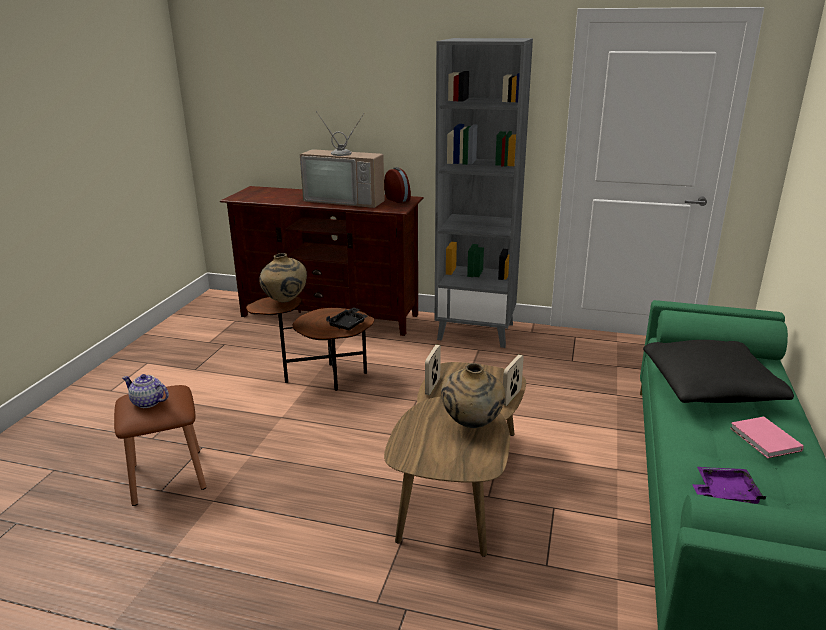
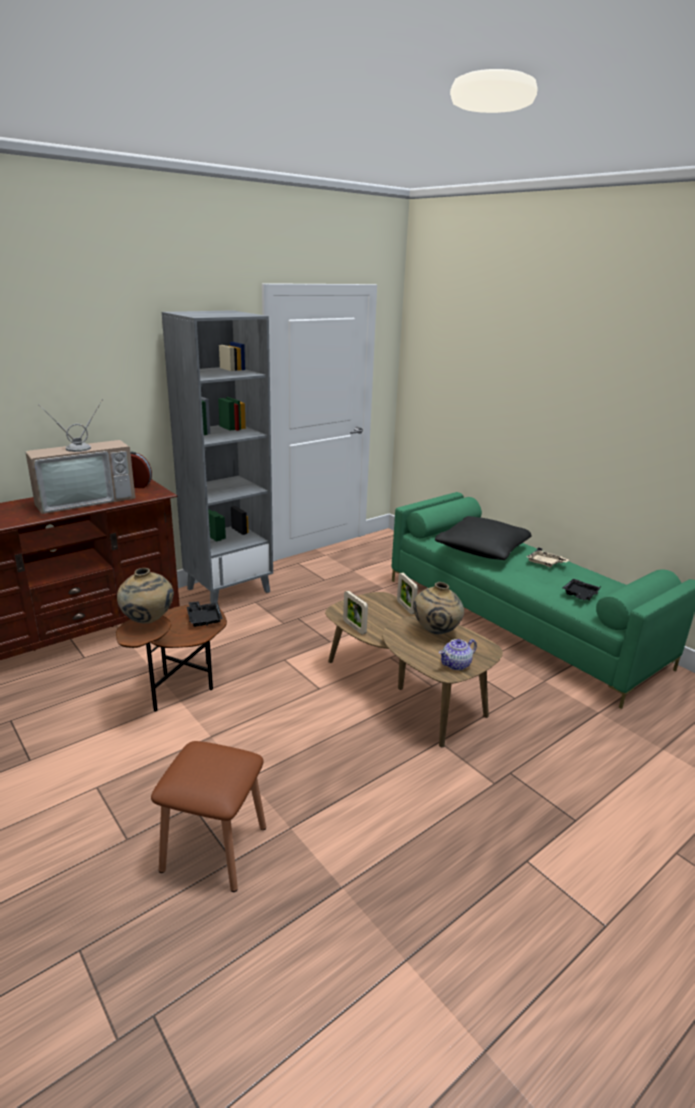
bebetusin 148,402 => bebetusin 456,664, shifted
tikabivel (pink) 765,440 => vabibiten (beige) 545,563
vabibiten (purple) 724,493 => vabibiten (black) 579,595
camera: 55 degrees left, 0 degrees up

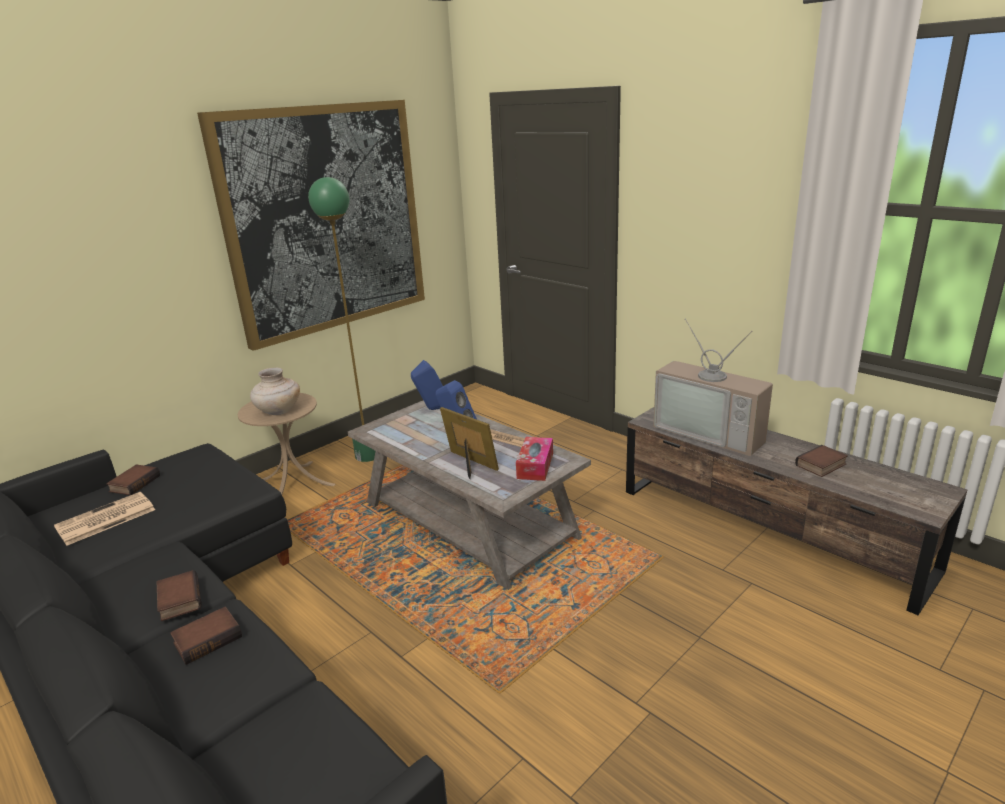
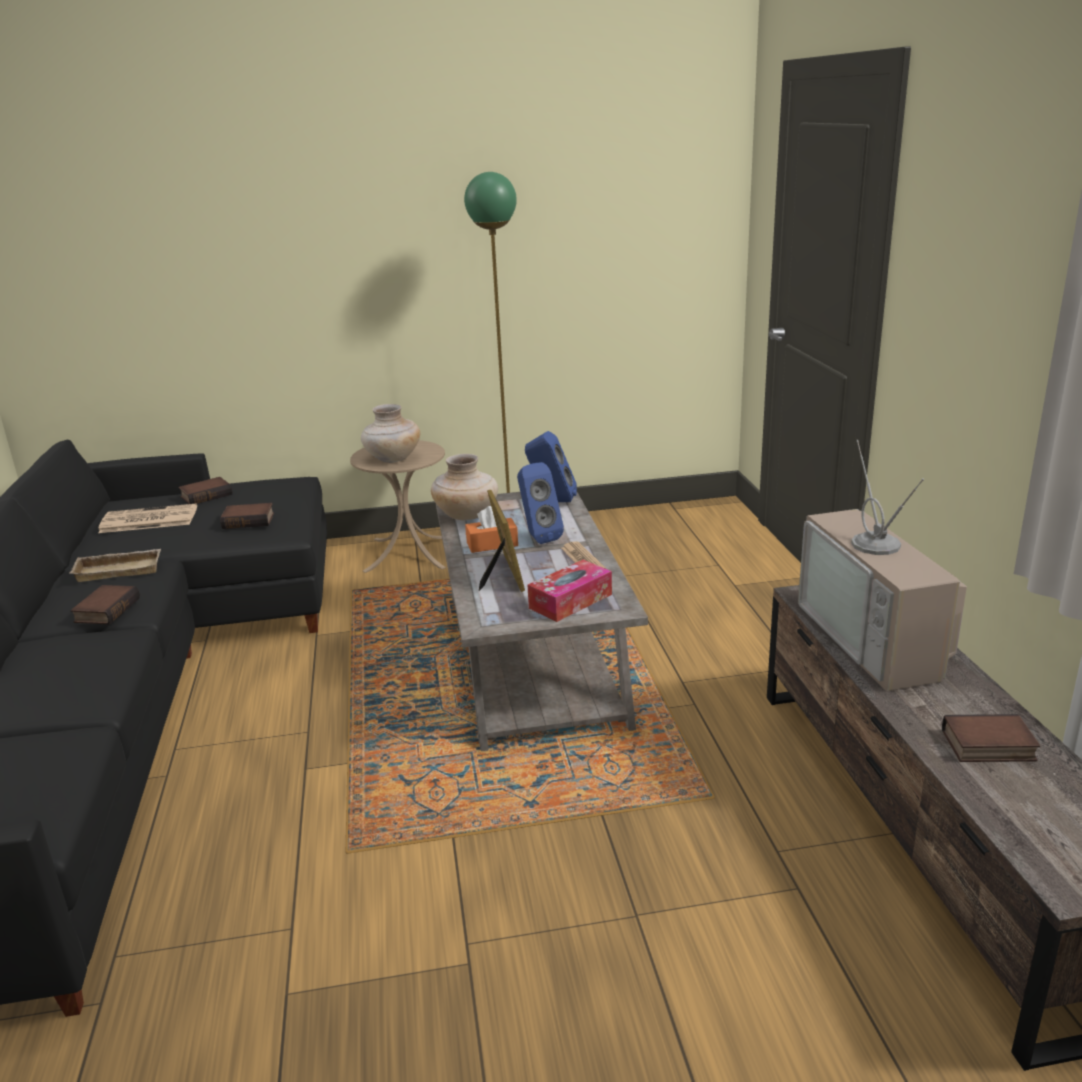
nothing => vabibiten (beige) 120,569
tikabivel 208,638 => tikabivel 249,520, shifted
nothing => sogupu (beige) 467,516
nothing => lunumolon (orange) 492,544
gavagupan 325,220 => nothing
camera: 35 degrees right, 0 degrees up

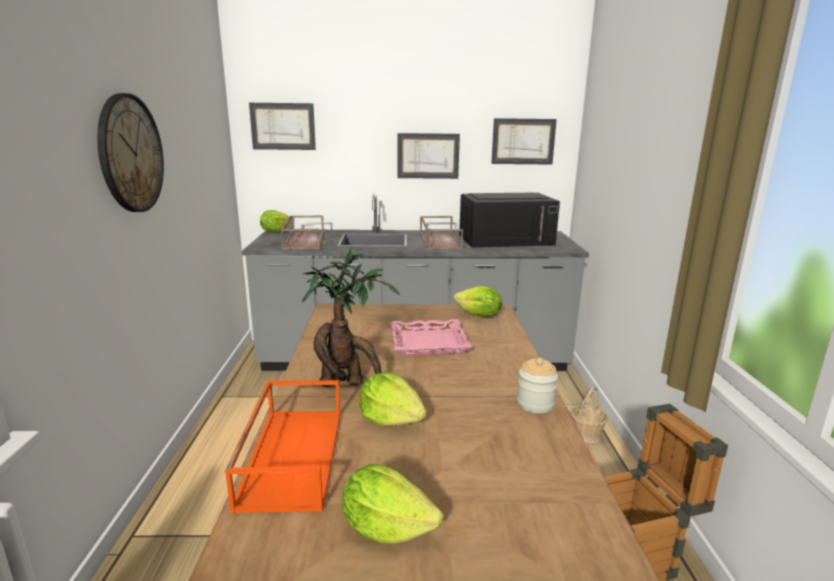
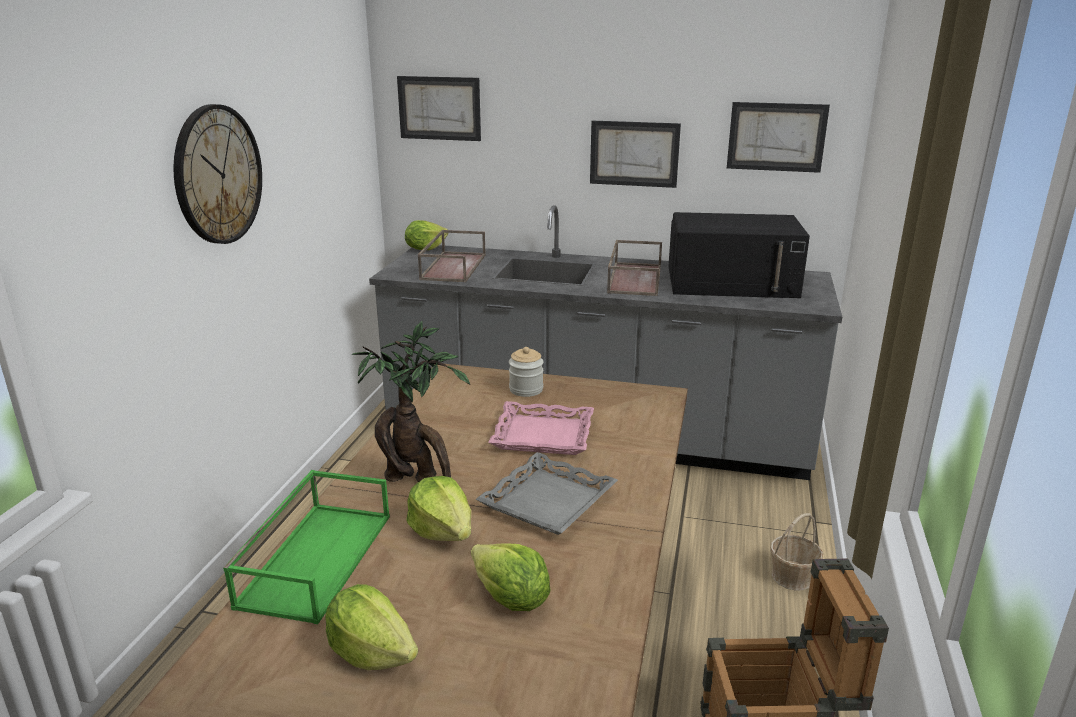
vabibiten (orange) 291,455 => vabibiten (green) 315,558
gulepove 479,316 => gulepove 510,600, shifted
nothing => vabibiten (grey) 548,502
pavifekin 535,404 => pavifekin 526,389, shifted
camera: 15 degrees right, 5 degrees up

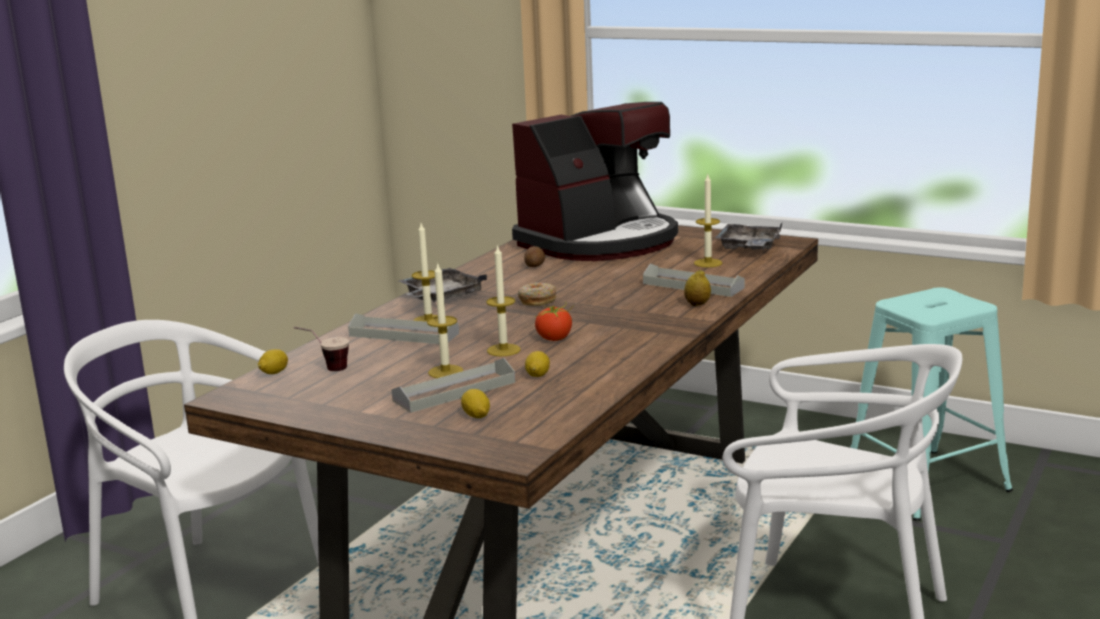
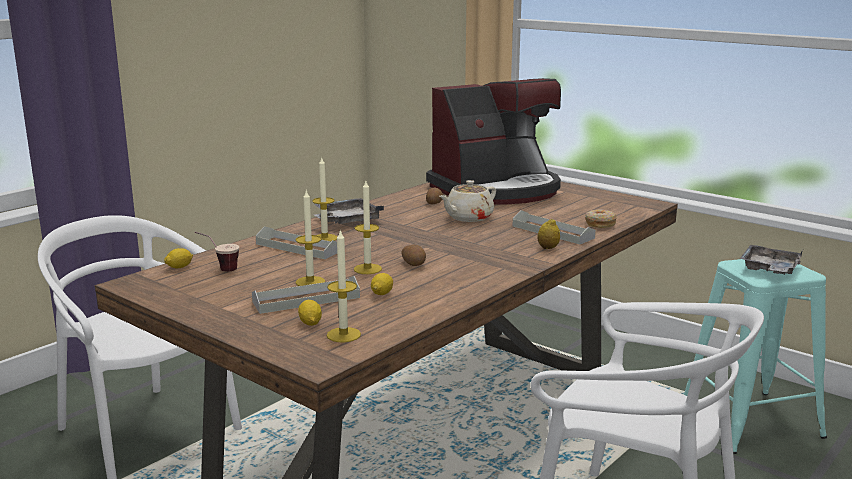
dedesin 708,263 => dedesin 343,335, shifted
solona 554,338 => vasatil 414,264
nothing => bebetusin (beige) 468,218
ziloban 537,300 => ziloban 600,224, shifted
vabibiten (grey) 749,248 => vabibiten (grey) 769,269, shifted
camera: 10 degrees right, 0 degrees up

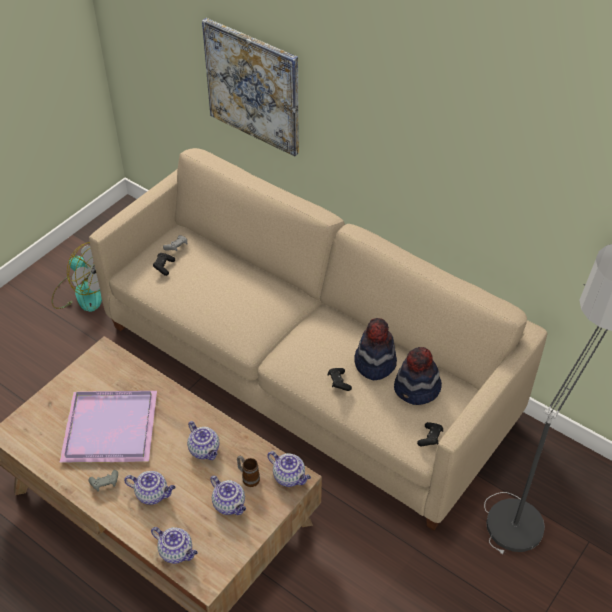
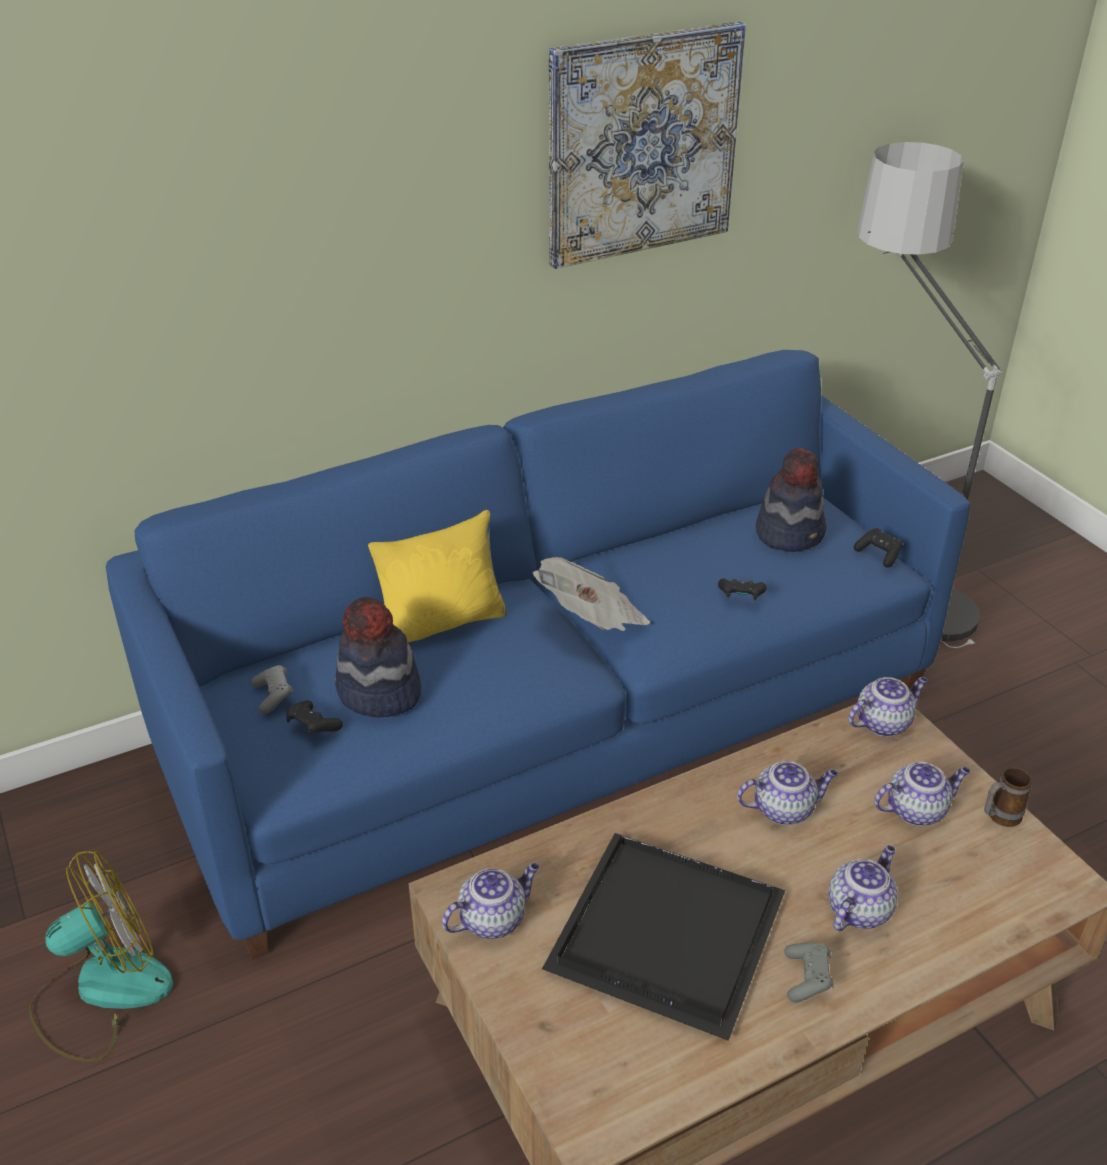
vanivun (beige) 307,372 => vanivun (blue) 554,721
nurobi 374,363 => nurobi 379,692, shifted
nothing => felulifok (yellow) 444,621
bebetusin 177,552 => bebetusin 493,919, shifted
nothing => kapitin 592,619
vabibiten (purple) 108,426 => vabibiten (black) 661,936
gavagupan 253,86 => gavagupan 642,145, shifted
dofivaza 248,478 => dofivaza 998,818, shifted
camera: 65 degrees left, 10 degrees down

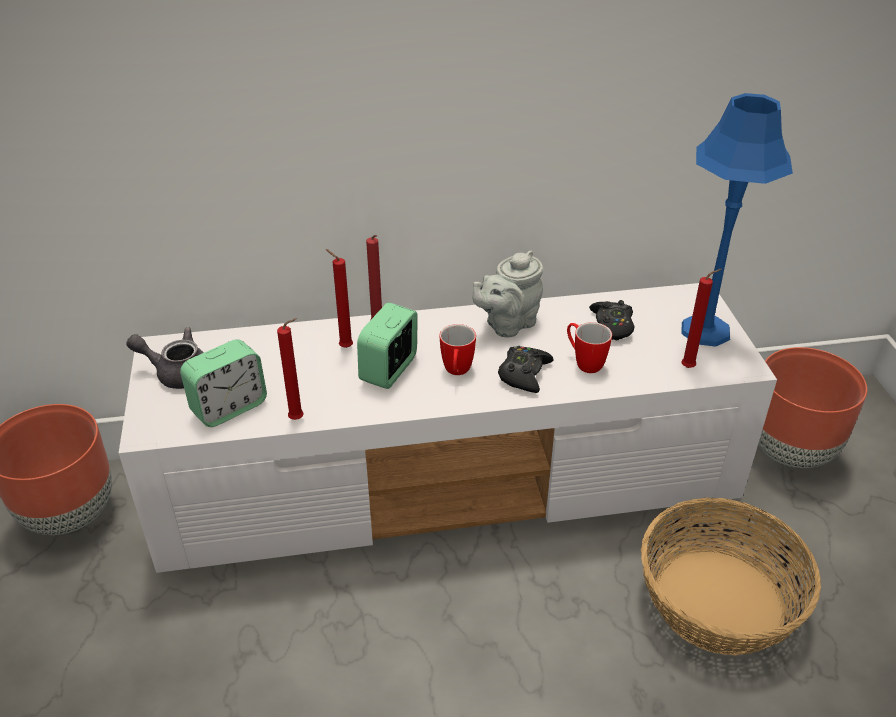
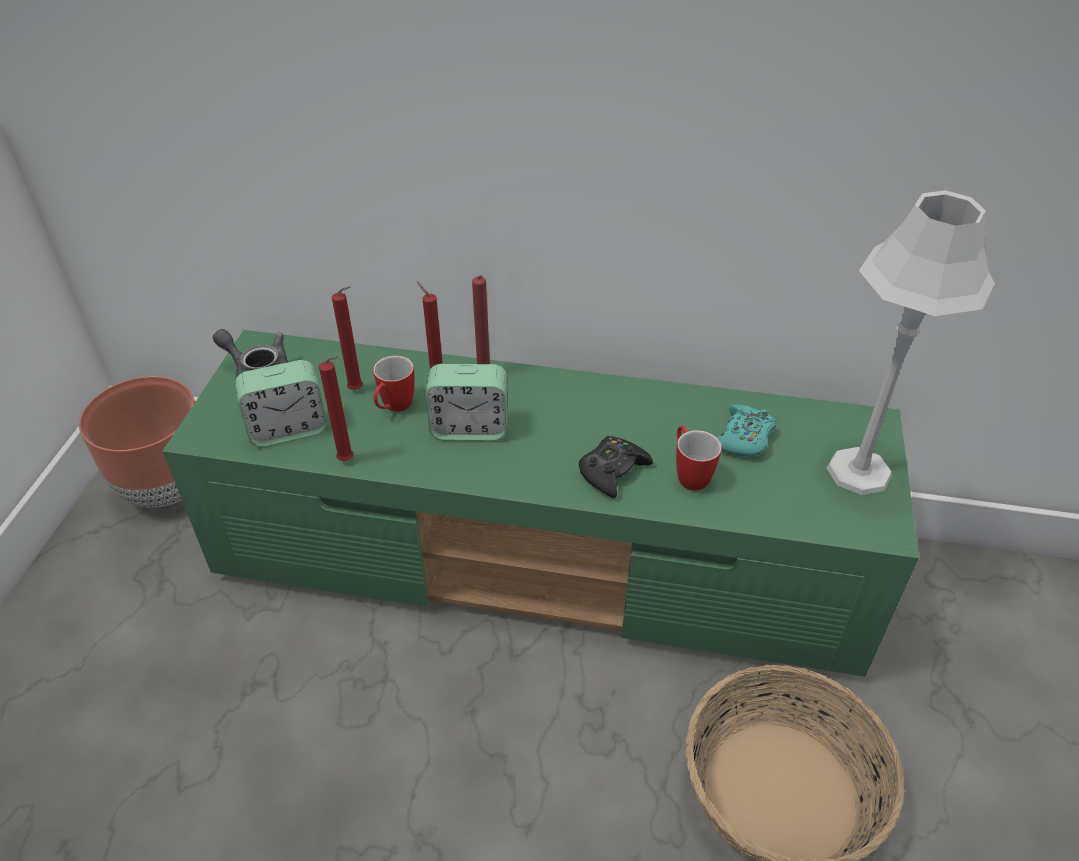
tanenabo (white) 451,481 => tanenabo (green) 543,558
dedesin (red) 690,367 => dedesin (red) 358,390, shifted
dofivaza 456,373 => dofivaza 394,408, shifted
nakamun 389,370 => nakamun 469,428, 135 degrees counterclockwise
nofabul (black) 610,327 => nofabul (turquoise) 743,438
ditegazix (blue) 705,330 => ditegazix (grey) 859,471
bebetusin (grey) 507,324 => nothing
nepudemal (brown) 789,450 => nothing
camera: 20 degrees right, 5 degrees up

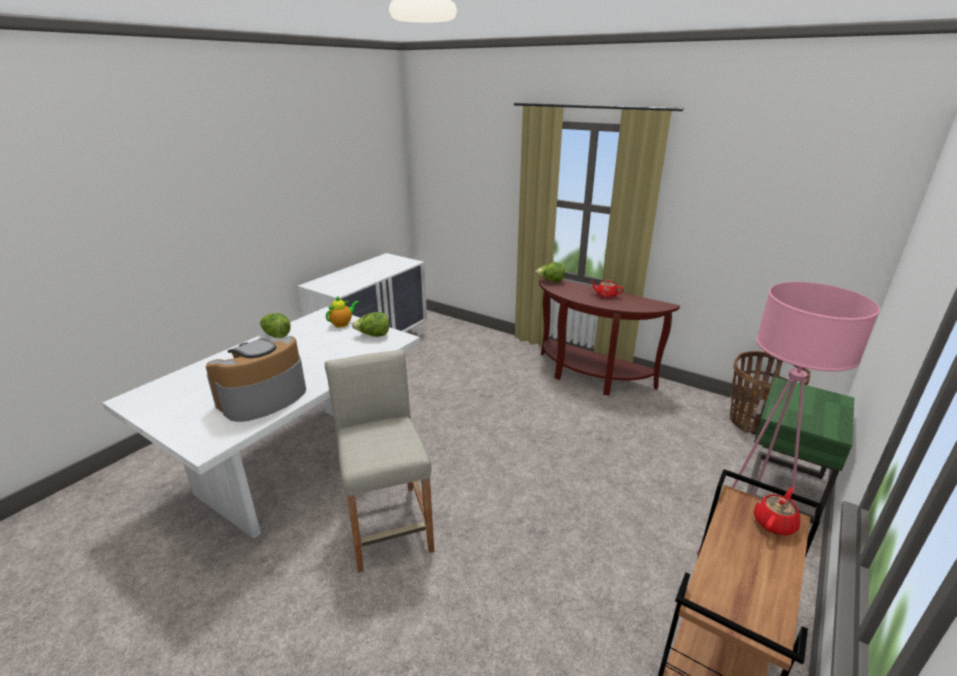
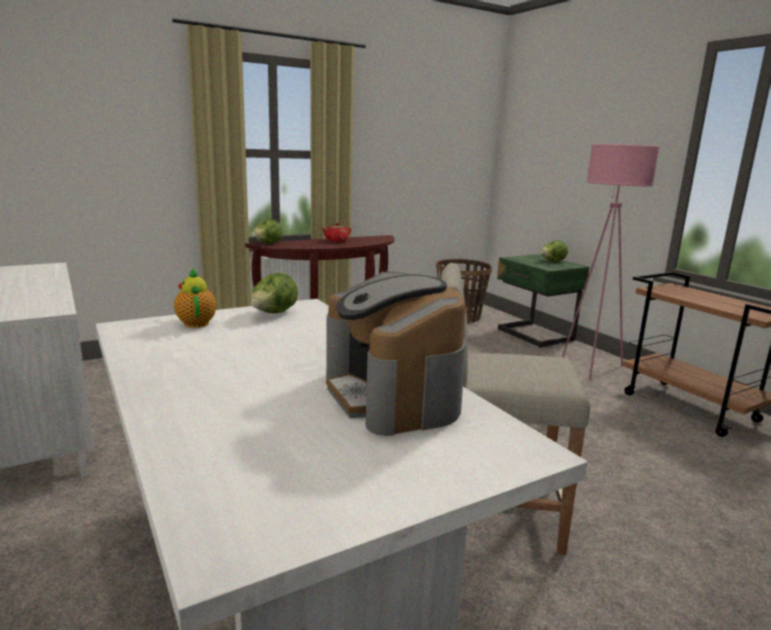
gulepove 276,335 => gulepove 552,261, shifted
bebetusin (red) 774,523 => nothing
camera: 65 degrees left, 10 degrees down

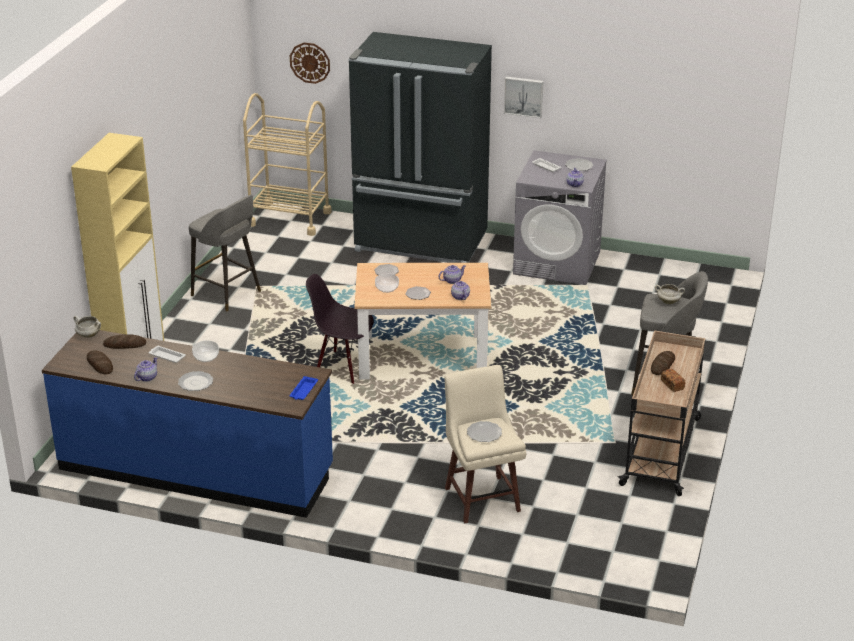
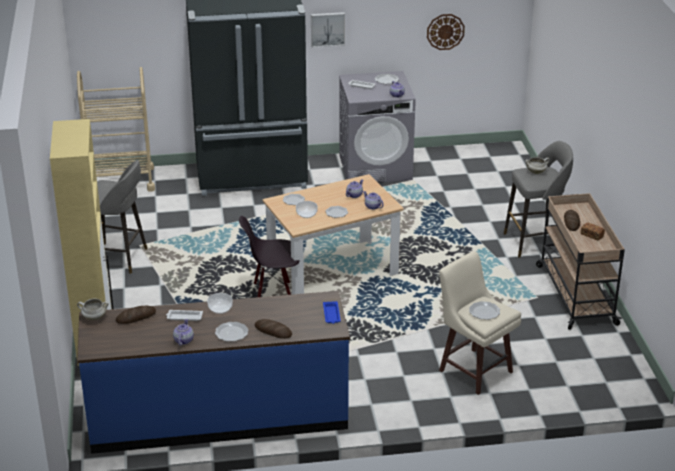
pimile 100,364 => pimile 273,331, shifted
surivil 310,62 => surivil 445,31, shifted
camera: 25 degrees left, 0 degrees up

